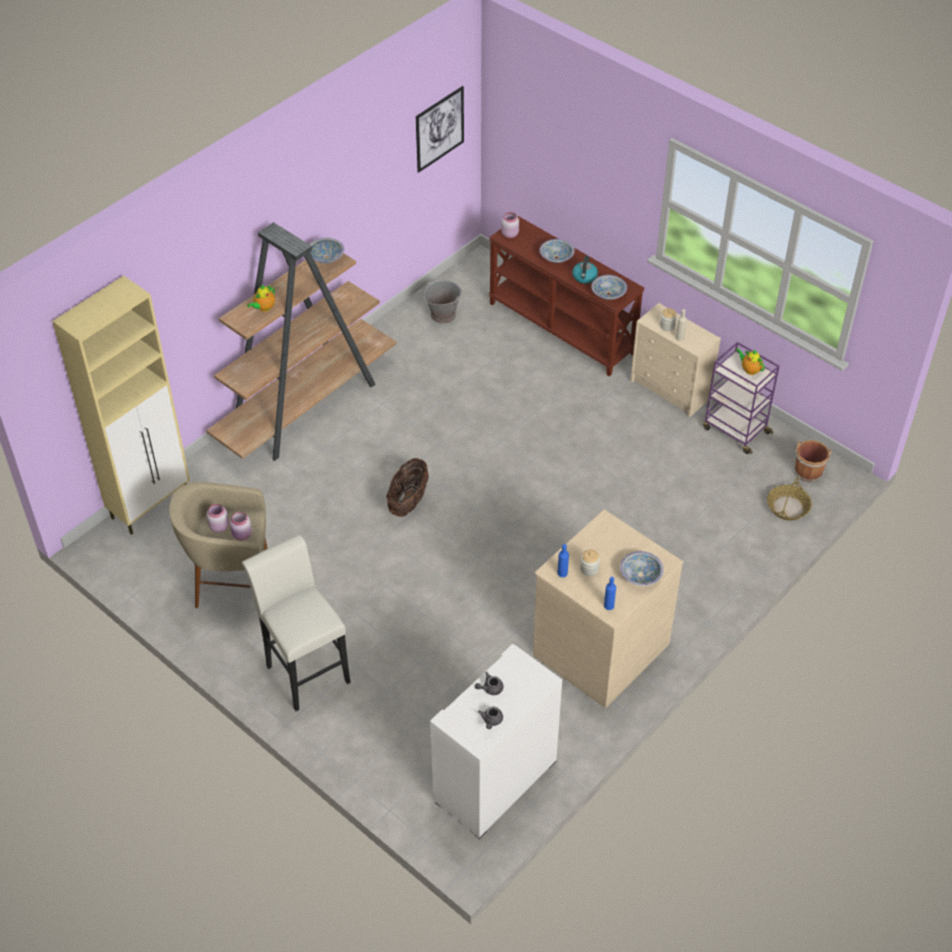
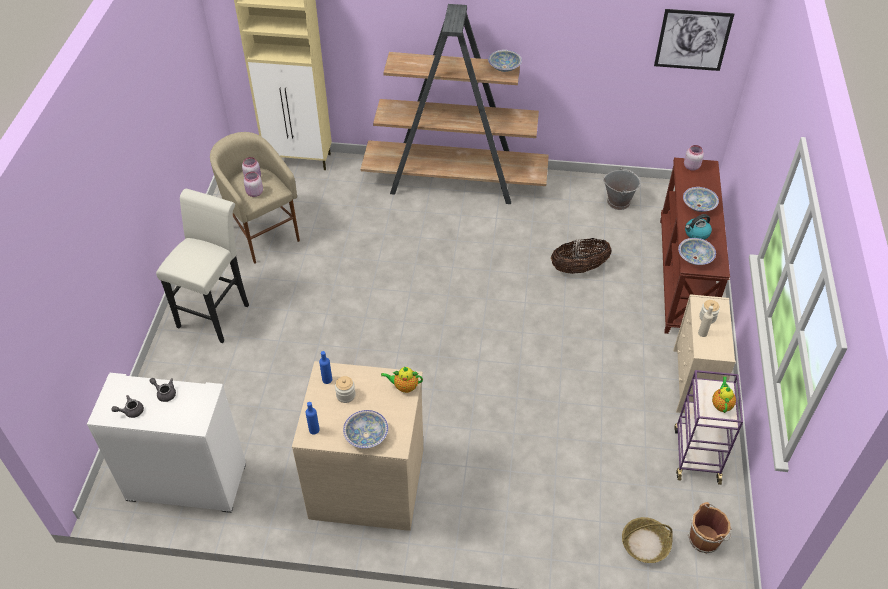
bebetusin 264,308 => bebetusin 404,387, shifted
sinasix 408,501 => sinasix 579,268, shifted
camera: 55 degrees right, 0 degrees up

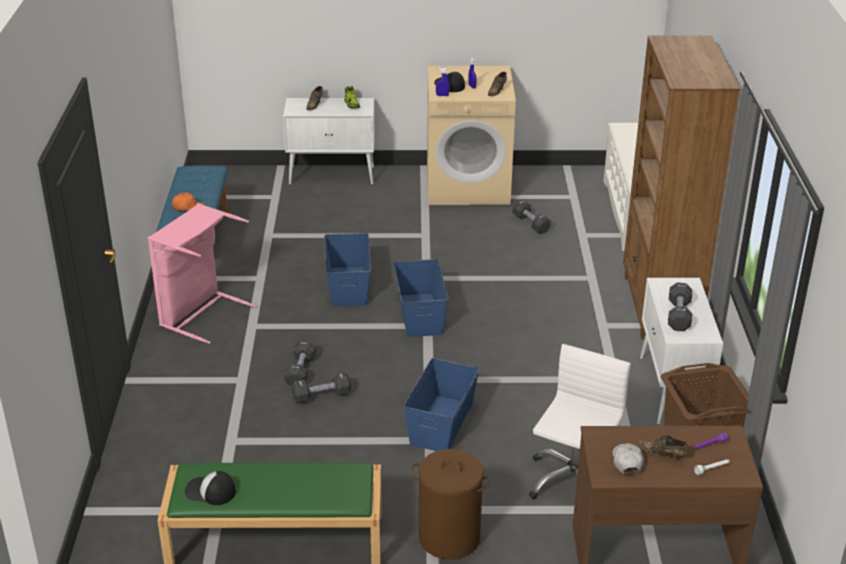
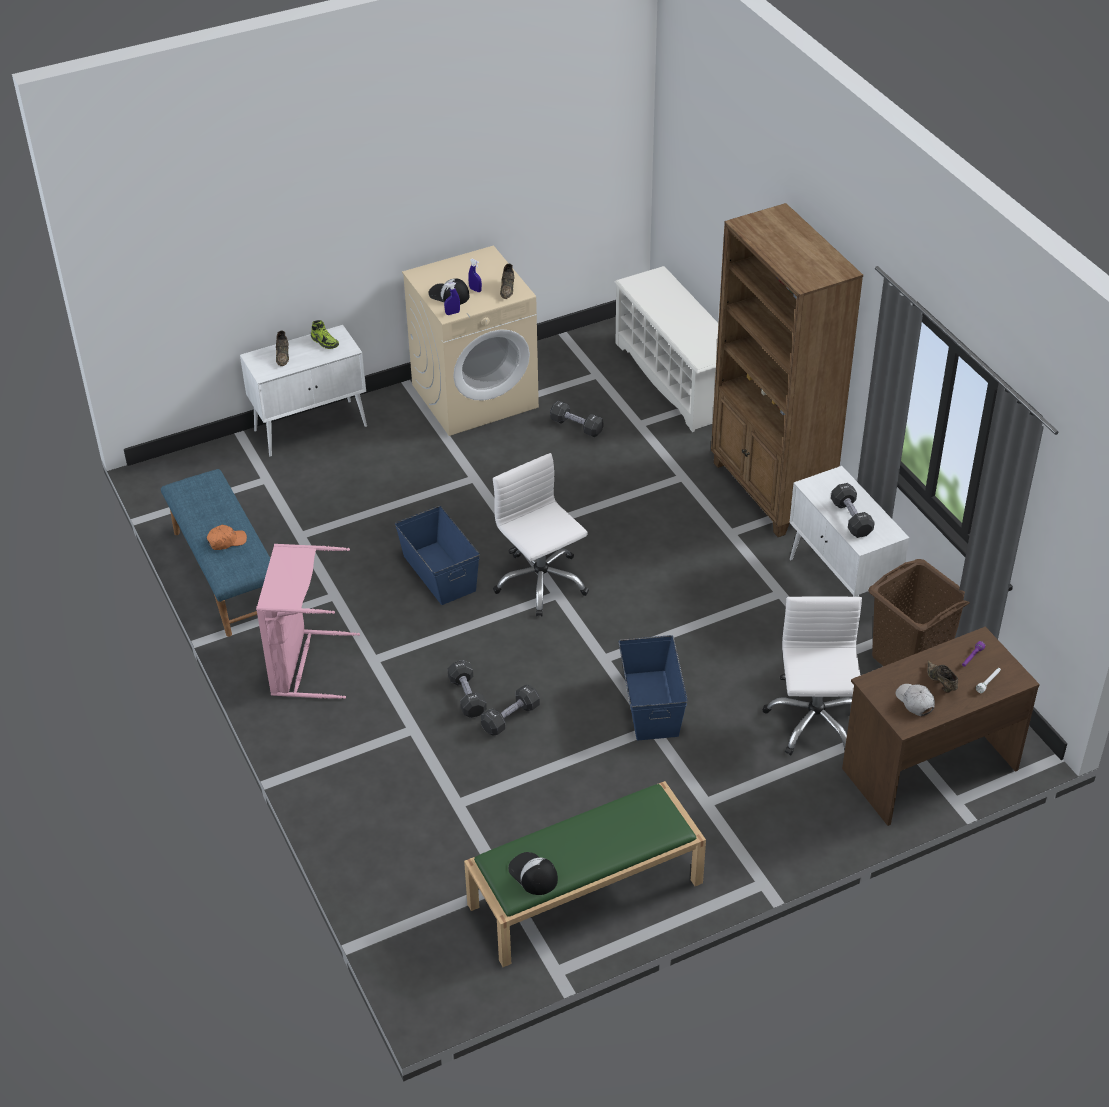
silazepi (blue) 420,314 => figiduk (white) 540,582
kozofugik 210,491 => kozofugik 533,874, 60 degrees clockwise
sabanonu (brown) 664,455 => sabanonu (brown) 941,683, 60 degrees clockwise
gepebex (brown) 448,538 => nothing
camera: 25 degrees left, 10 degrees up

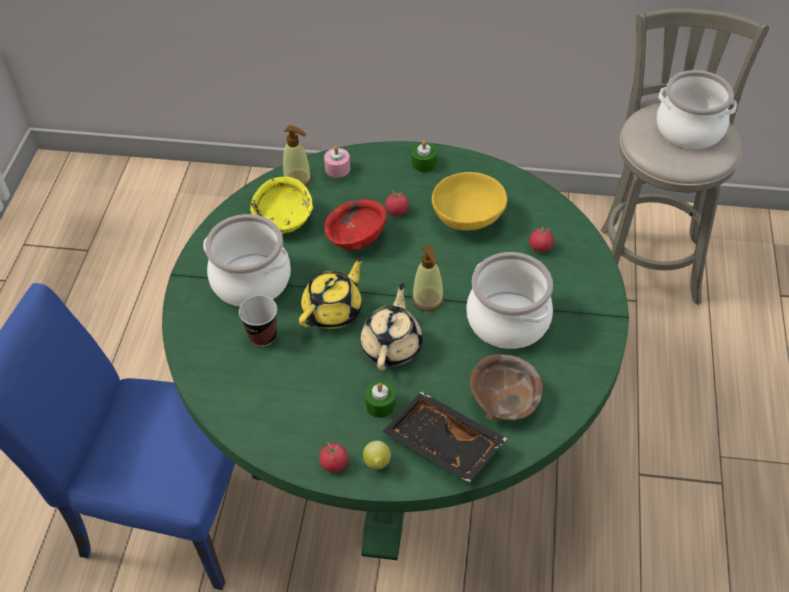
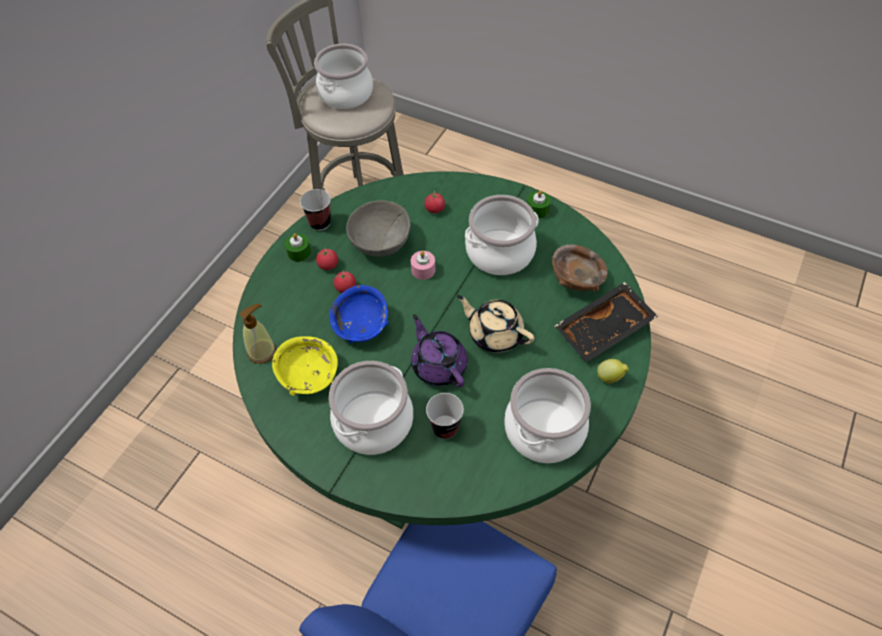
nothing => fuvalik 320,223
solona 334,464 => solona 328,265, shifted
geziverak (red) 357,237 => geziverak (blue) 361,325
geziverak (yellow) 469,218 => geziverak (grey) 381,242
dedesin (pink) 337,169 => dedesin (pink) 423,270, shifted
bebetusin (yellow) 333,310 => bebetusin (purple) 439,365
nothing => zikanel 543,429
dedesin (green) 380,404 => dedesin (green) 537,210, shifted
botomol 428,300 => nothing
camera: 70 degrees left, 5 degrees up

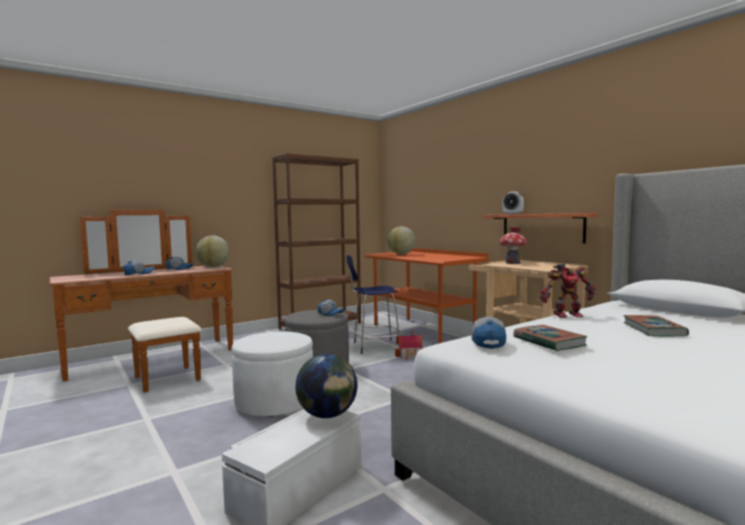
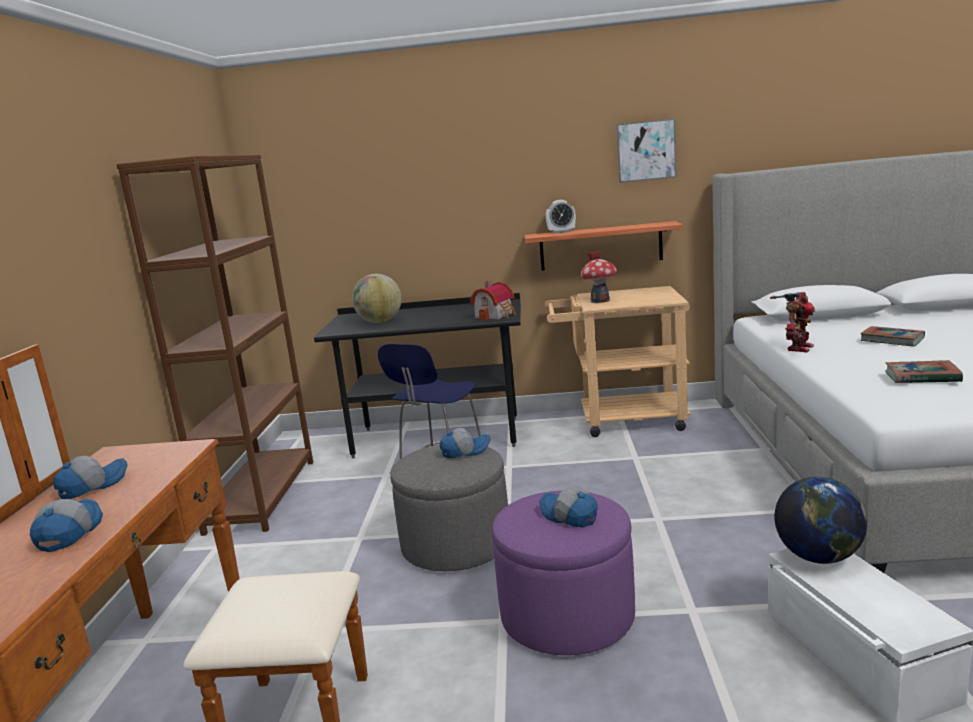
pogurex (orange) 422,332 => pogurex (black) 437,437
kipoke 410,356 => kipoke 496,315, shifted
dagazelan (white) 275,402 => dagazelan (purple) 567,616
kozofugik 487,341 => kozofugik 568,516, shifted
nothing => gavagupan 646,150
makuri 213,267 => nothing
camera: 50 degrees left, 10 degrees up

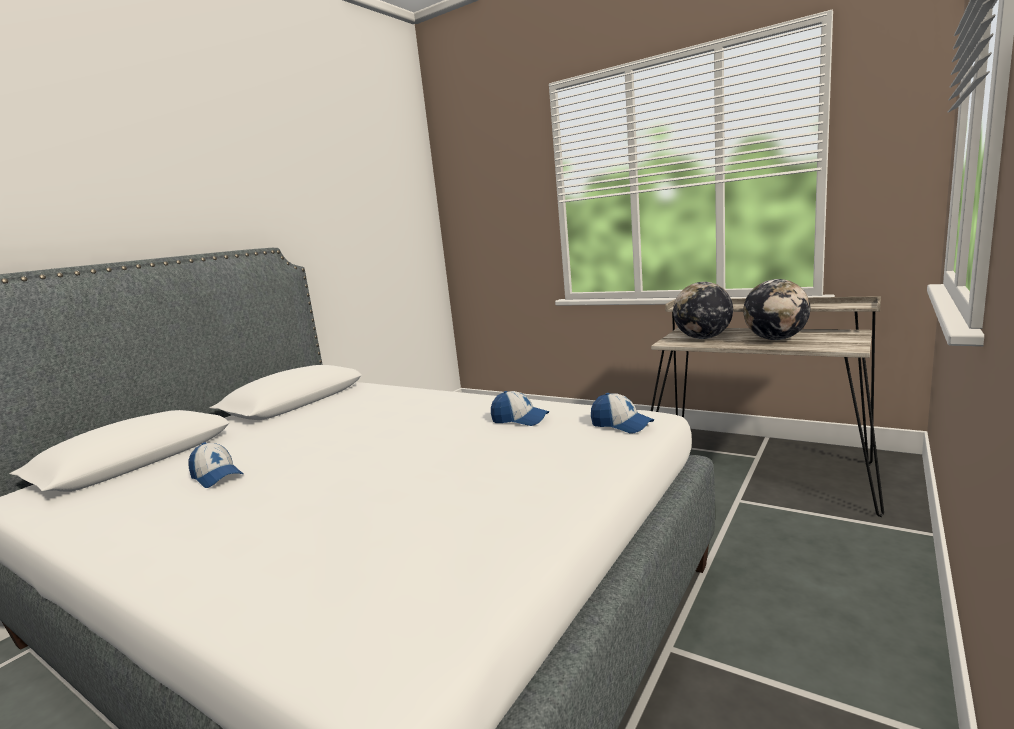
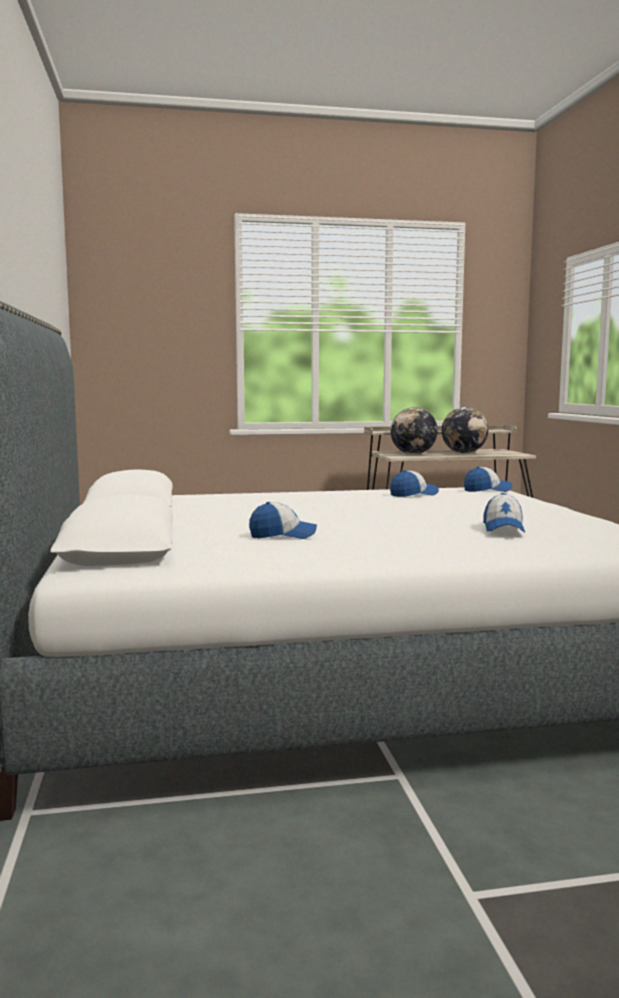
nothing => kozofugik 503,528
camera: 45 degrees left, 5 degrees down

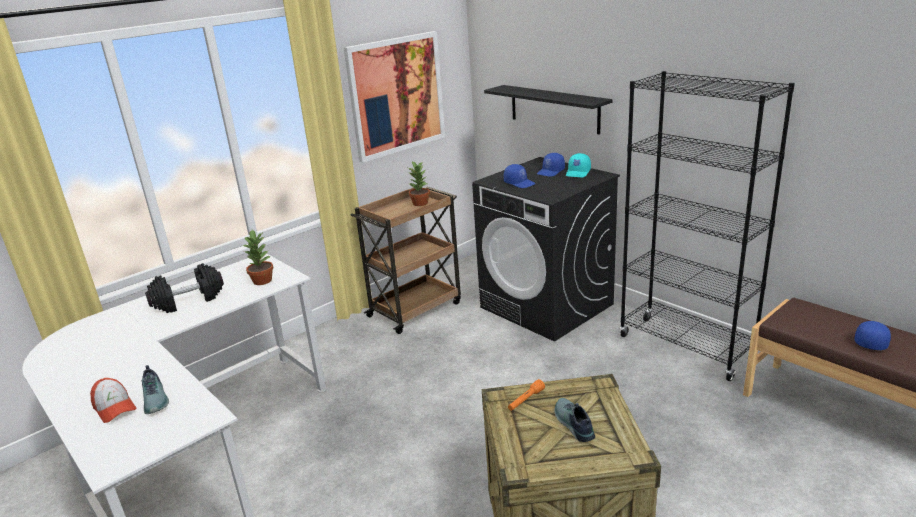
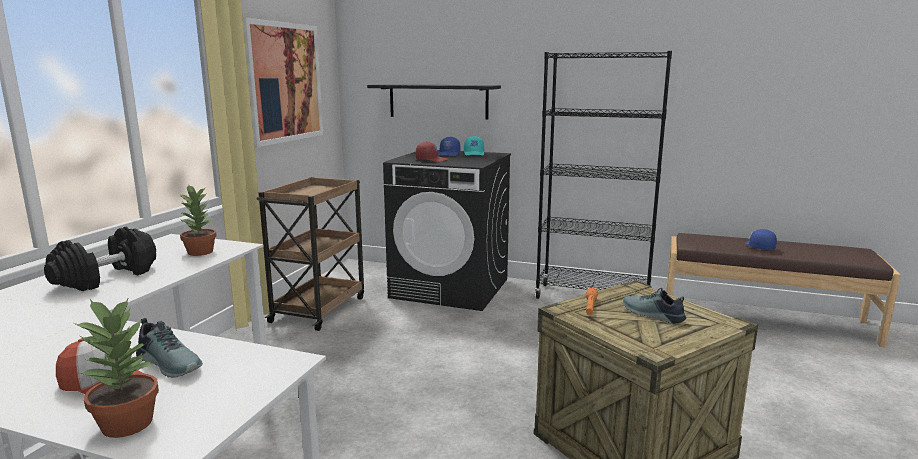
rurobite 420,203 => rurobite 128,423, shifted
kozofugik (blue) 519,183 => kozofugik (red) 431,160
camera: 30 degrees left, 10 degrees down

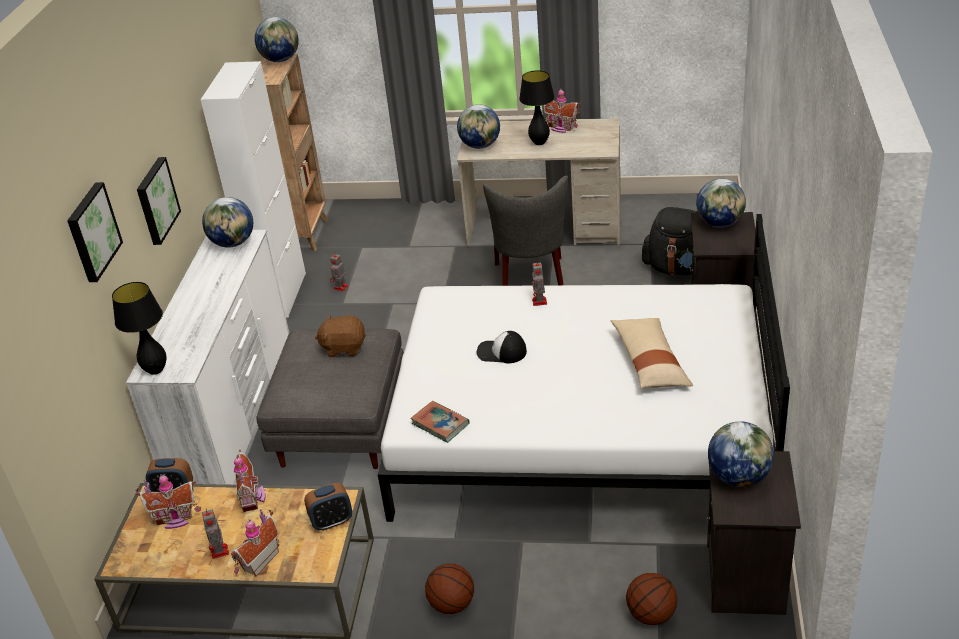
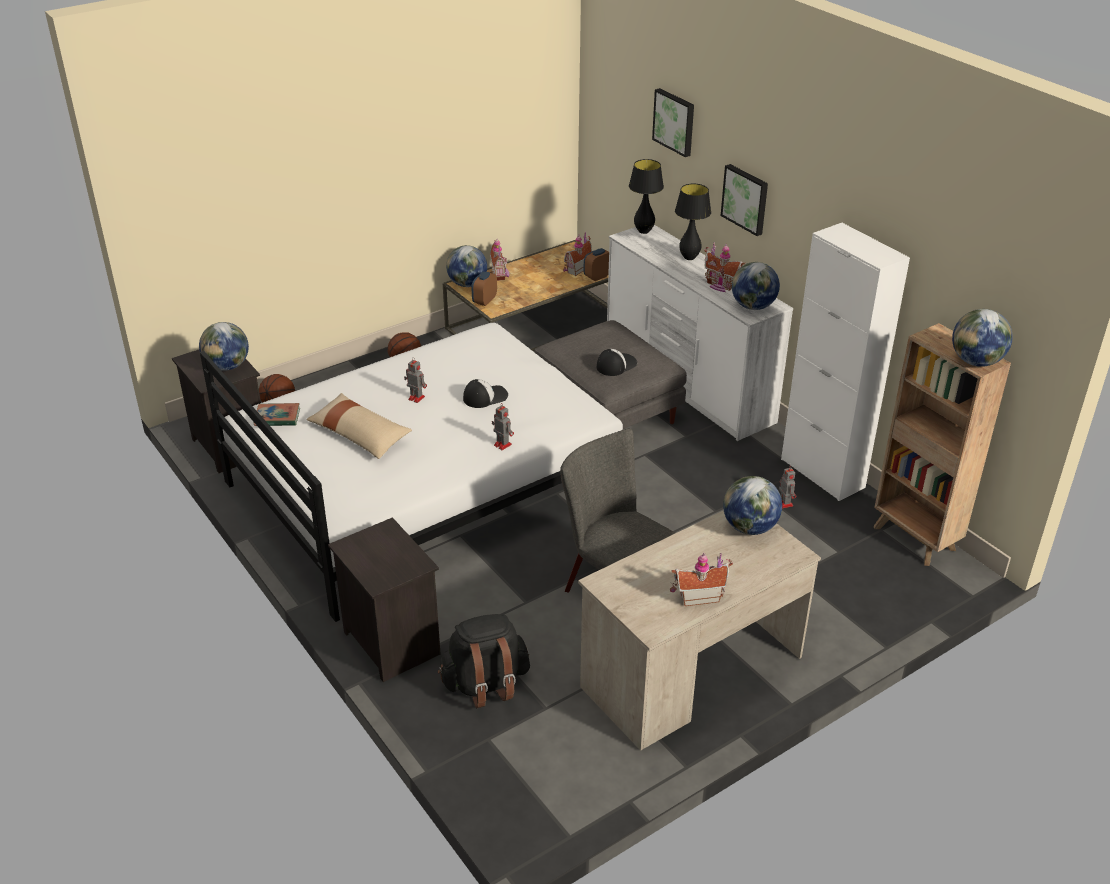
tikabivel 440,424 => tikabivel 277,418, shifted
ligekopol 220,552 => ligekopol 415,398, shifted
makuri 720,223 => makuri 467,284, shifted
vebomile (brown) 344,347 => kozofugik 616,365
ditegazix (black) 539,143 => ditegazix (black) 689,258, shifted
kipoke 253,497 => kipoke 720,286, shifted
camera: 135 degrees right, 0 degrees up

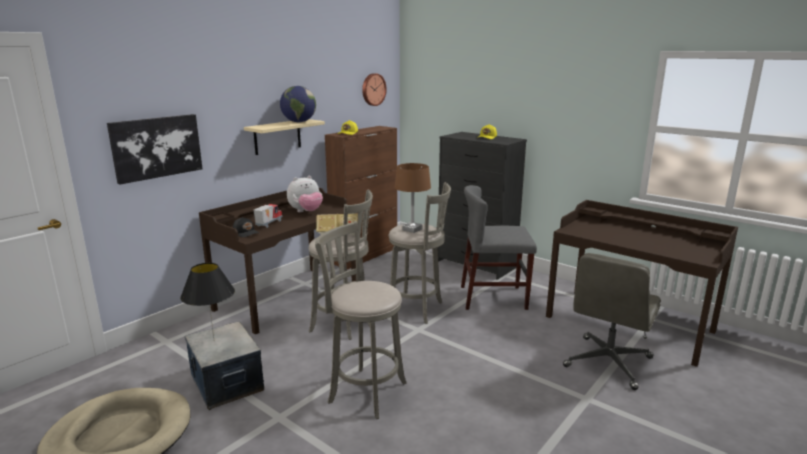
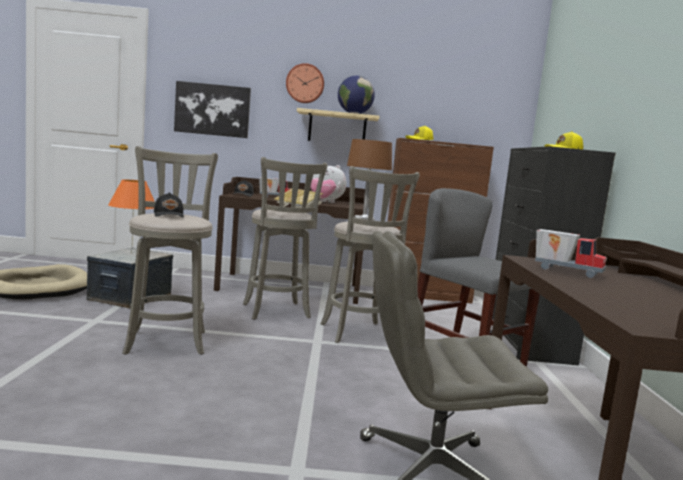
ditegazix (black) 214,340 => ditegazix (orange) 131,253
nothing => kozofugik (black) 169,215
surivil 373,89 => surivil 305,83, shifted
nothing => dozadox 567,271
camera: 50 degrees right, 10 degrees down

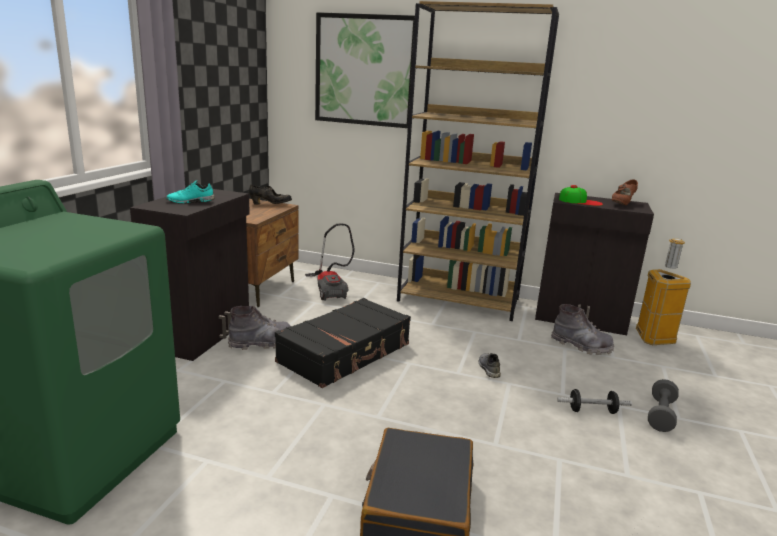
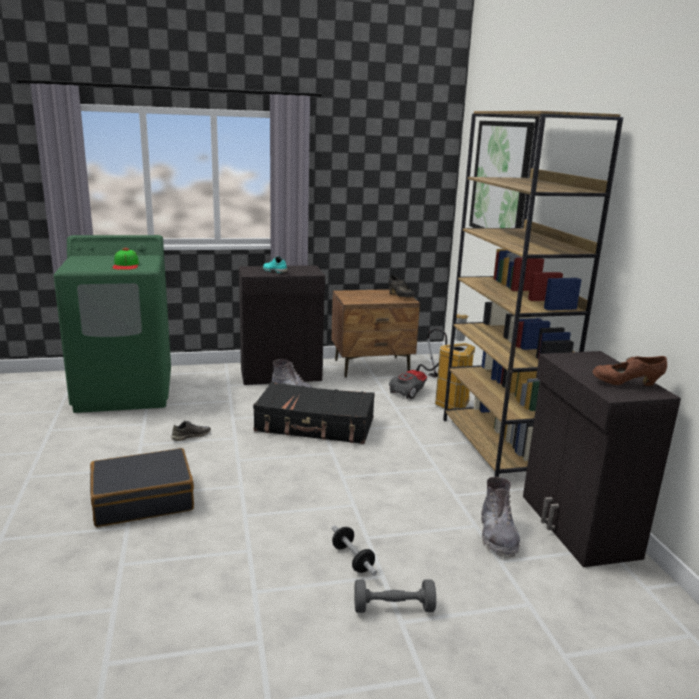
kozofugik 580,201 => kozofugik 126,265, shifted
sabanonu (grey) 488,369 => sabanonu (grey) 191,436, shifted
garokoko 653,338 => garokoko 453,406, shifted
camera: 60 degrees right, 0 degrees up

